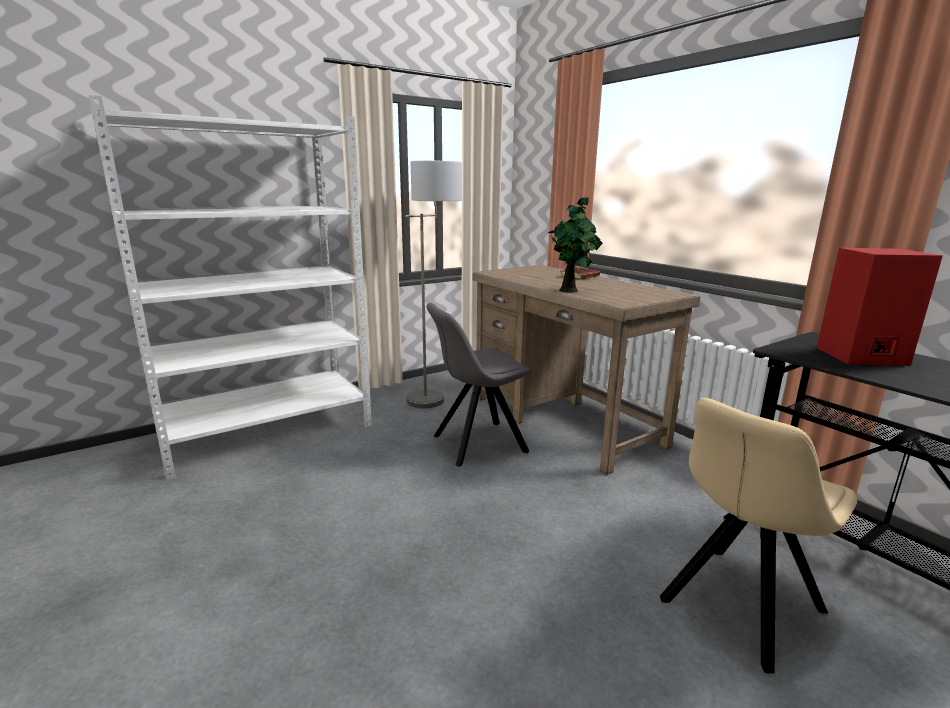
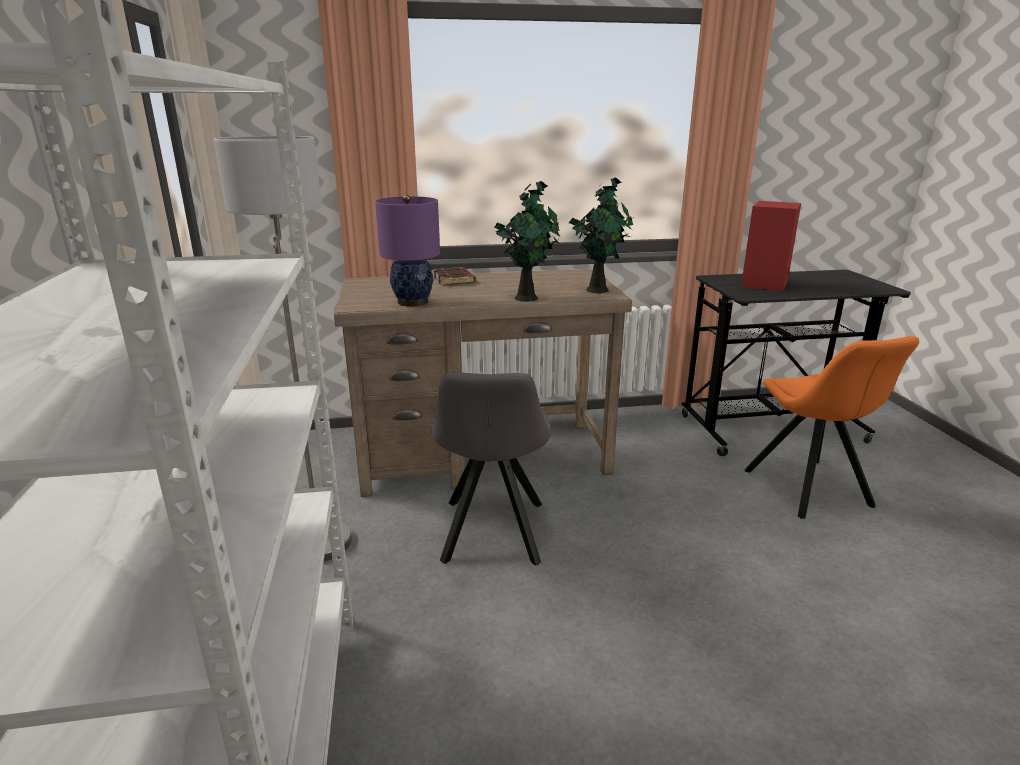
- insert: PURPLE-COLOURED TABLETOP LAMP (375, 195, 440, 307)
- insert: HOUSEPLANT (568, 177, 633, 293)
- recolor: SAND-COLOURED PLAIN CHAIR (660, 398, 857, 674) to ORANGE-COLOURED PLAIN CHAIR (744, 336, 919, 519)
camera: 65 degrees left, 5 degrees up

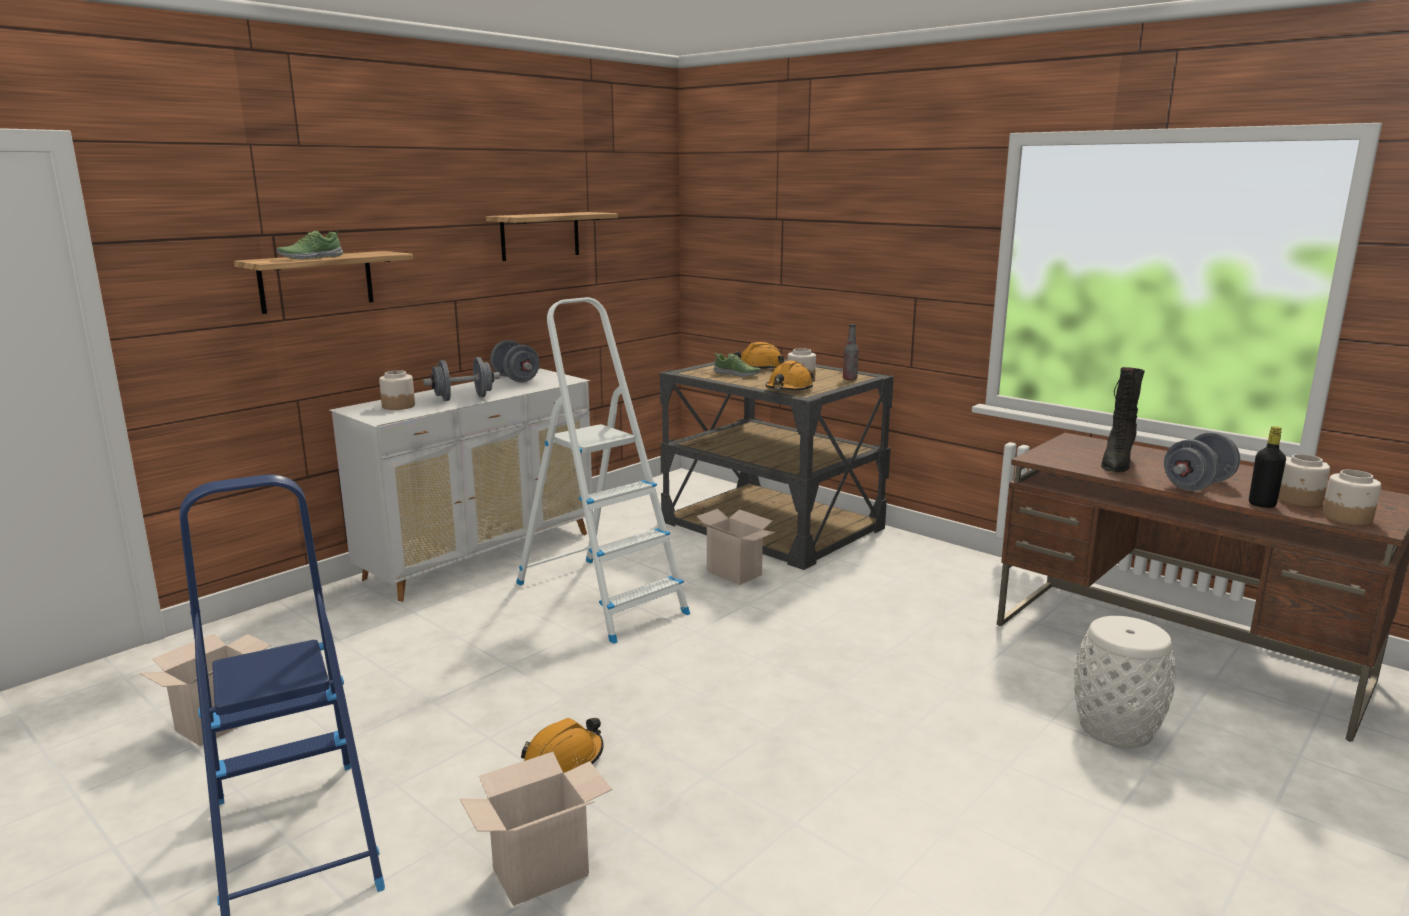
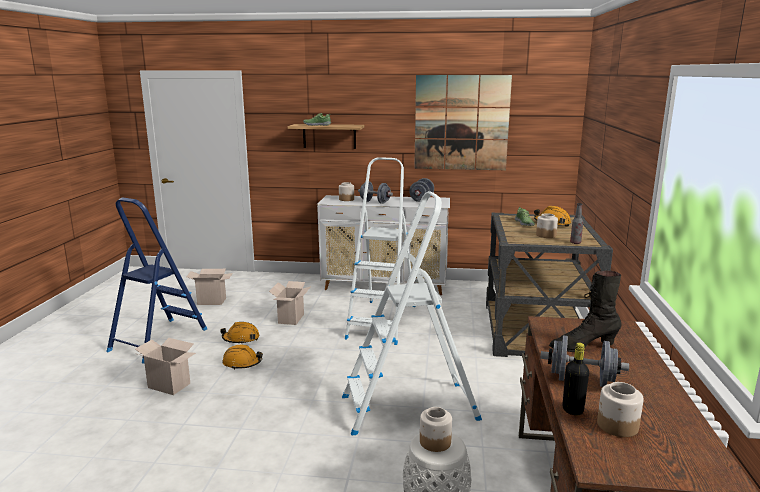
- move: ORANGE-COLOURED HARD HAT (766, 360, 814, 390) to (220, 322, 259, 344)
- move: PACKING BOX (696, 509, 775, 585) to (269, 281, 311, 325)
- insert: WHITE-COLOURED STEPLADDER (342, 191, 482, 435)
- replace: SHELF (486, 212, 618, 261) to WALL ART (414, 75, 512, 170)
- move: STORAGE JAR (1322, 470, 1381, 525) to (420, 407, 452, 452)
camera: 55 degrees right, 0 degrees up

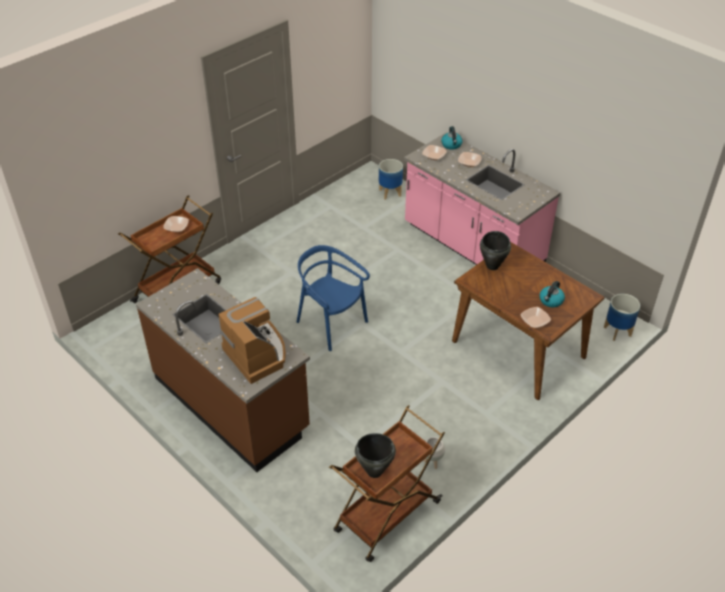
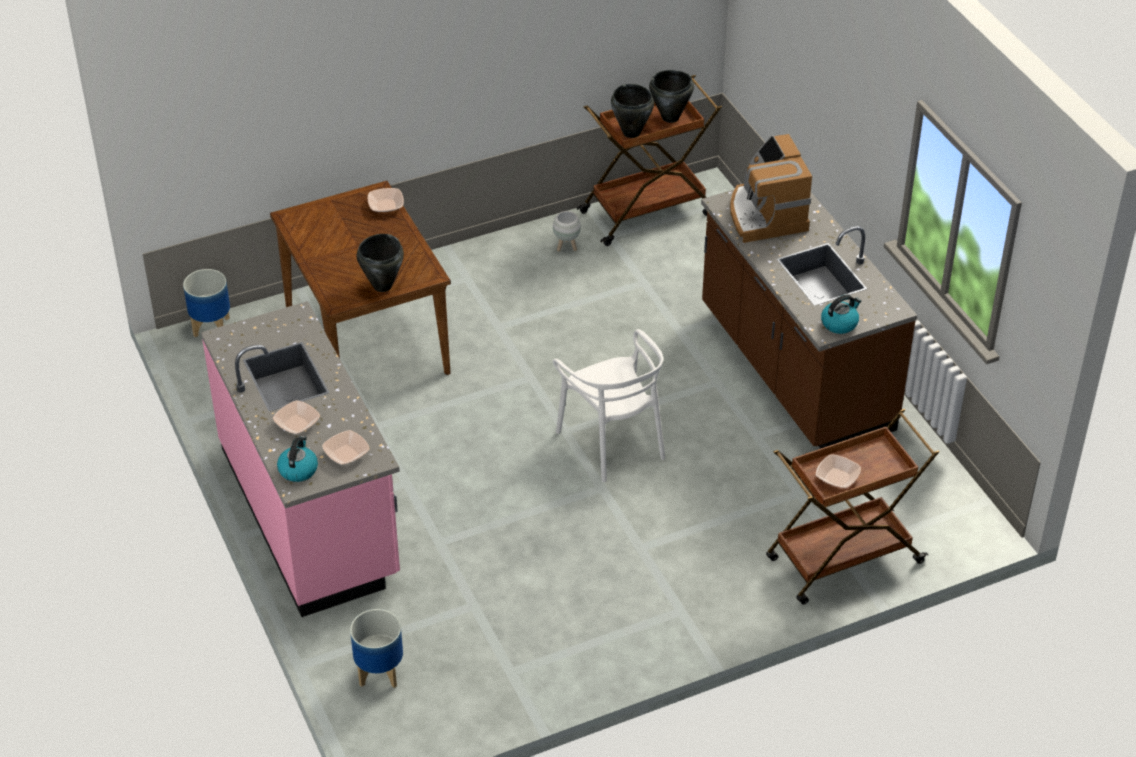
- recolor: BLUISH PLAIN CHAIR (297, 245, 370, 351) to WHITE-COLOURED PLAIN CHAIR (553, 329, 665, 482)
- insert: BLACK-COLOURED STOCKPOT (611, 84, 654, 138)
- move: KETTLE (540, 281, 565, 307) to (821, 295, 861, 334)
camera: 160 degrees left, 0 degrees up

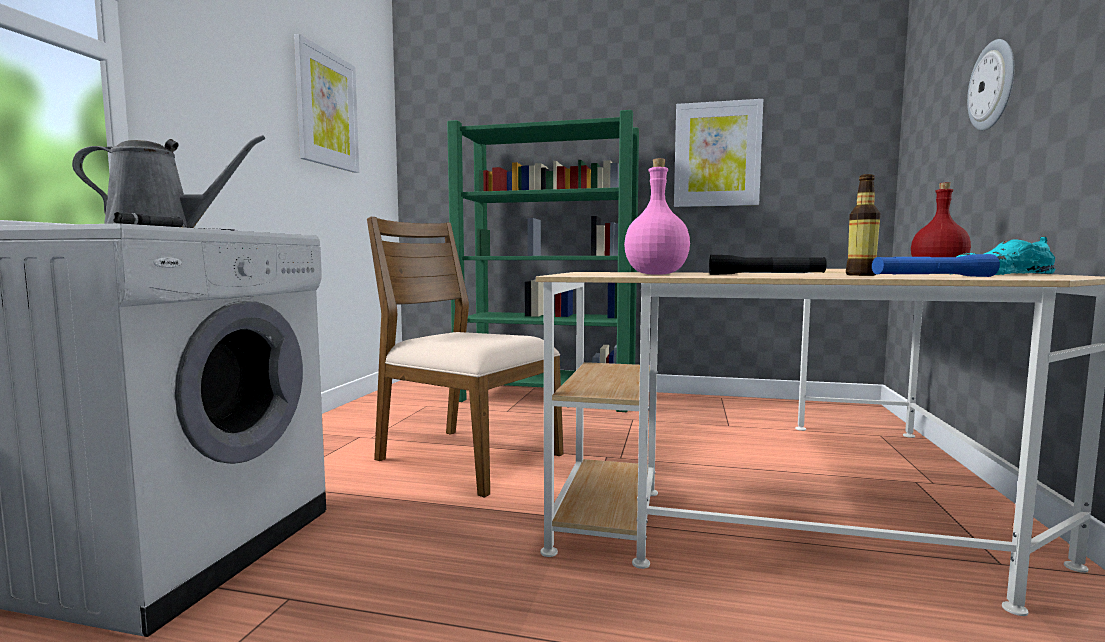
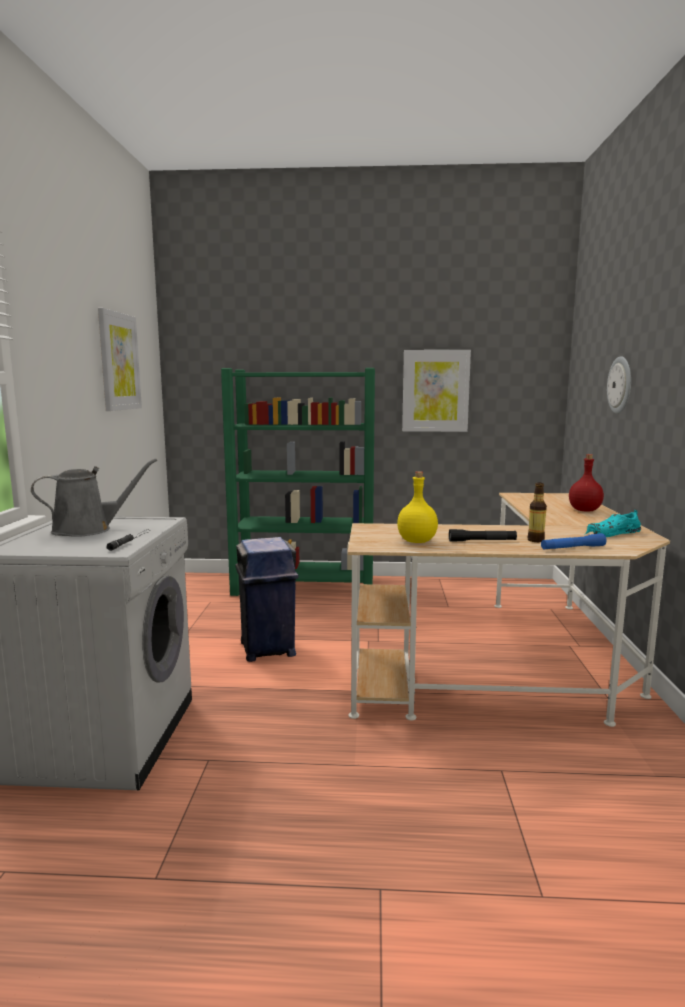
- replace: BROWN PLAIN CHAIR (367, 217, 564, 498) to BLUISH RUBBISH BIN (235, 537, 298, 662)
- recolor: PINK BOTTLE (624, 158, 690, 275) to YELLOW-COLOURED BOTTLE (397, 471, 438, 543)
camera: 10 degrees left, 5 degrees up

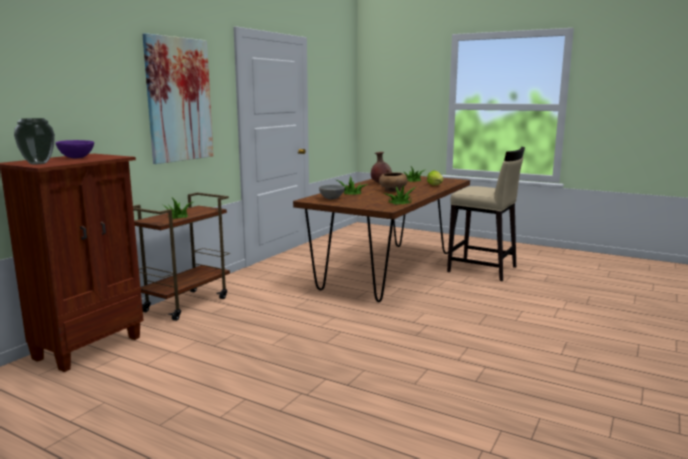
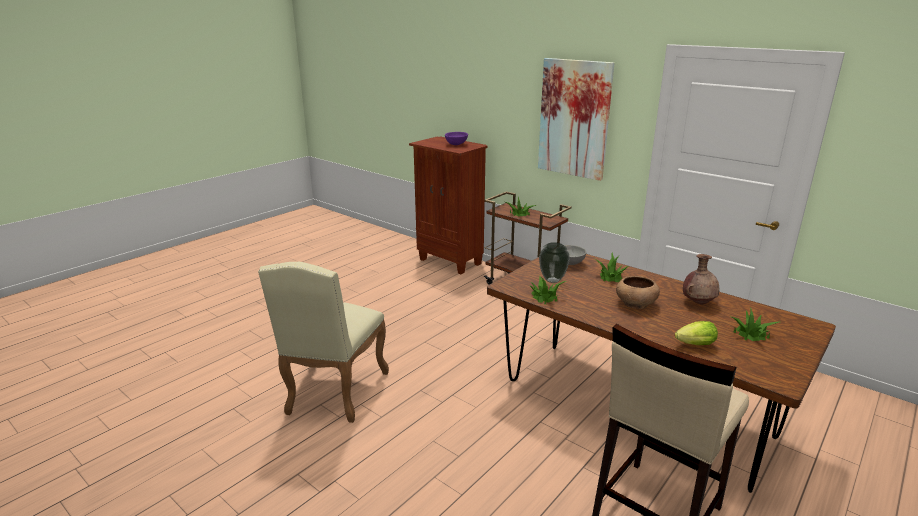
- insert: SAND-COLOURED PLAIN CHAIR (258, 261, 389, 423)
- move: DECORATIVE VASE (14, 118, 55, 164) to (539, 242, 570, 283)
camera: 100 degrees right, 10 degrees up

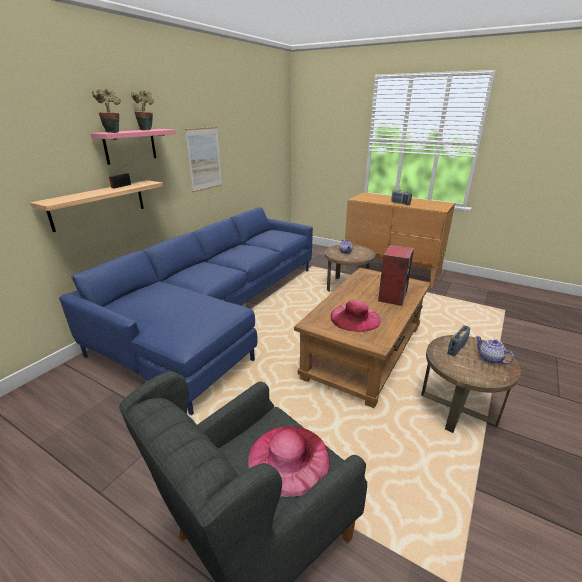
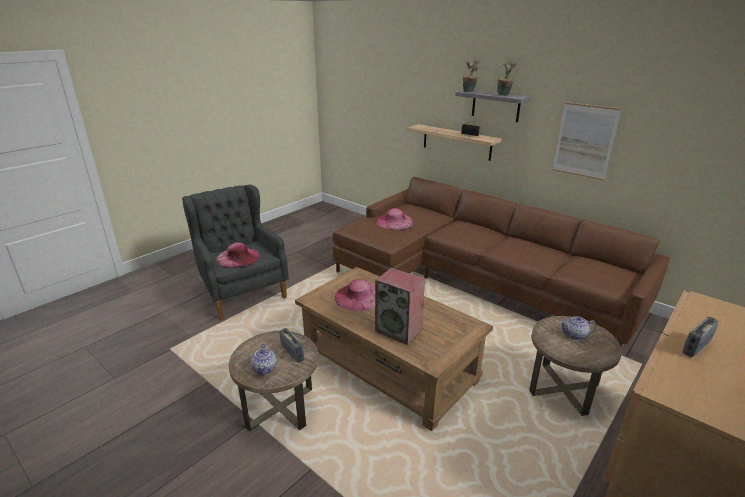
- rotate: TEA POT (476, 336, 514, 364) = (251, 343, 277, 376) 105 degrees clockwise
- recolor: BLUISH SOFA (59, 207, 313, 415) to BROWN SOFA (333, 177, 670, 347)
- insert: PINK WEARABLE HAT (376, 208, 414, 230)
- recolor: PINK SHELF (90, 129, 176, 165) to GREYISH SHELF (455, 90, 531, 122)
camera: 100 degrees right, 0 degrees up

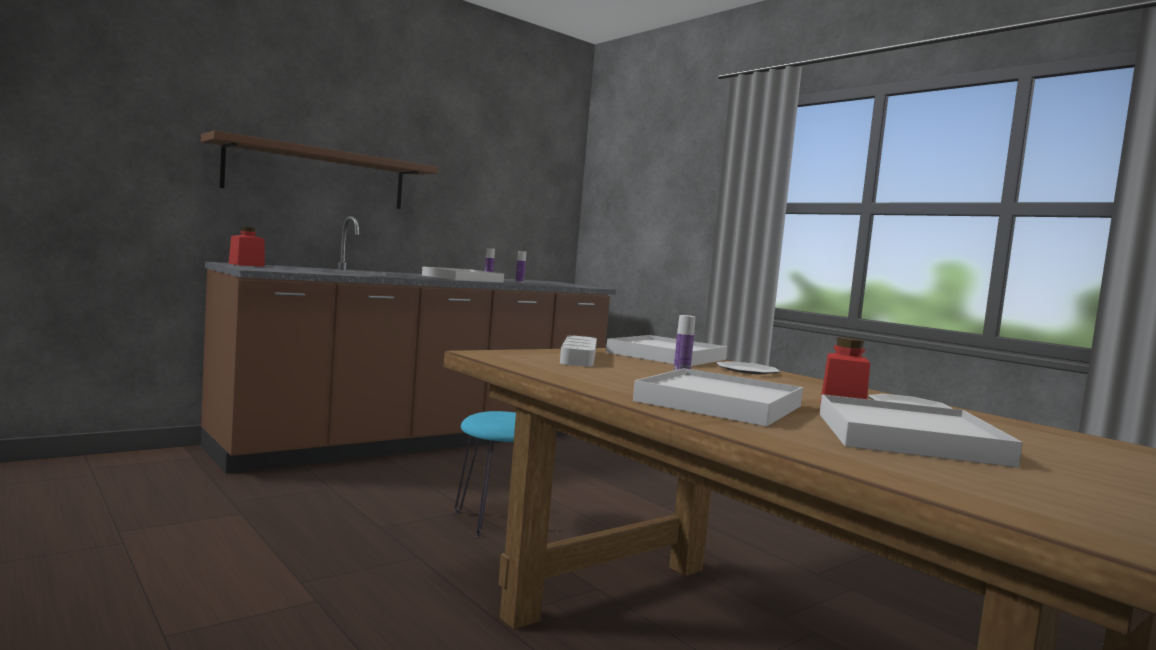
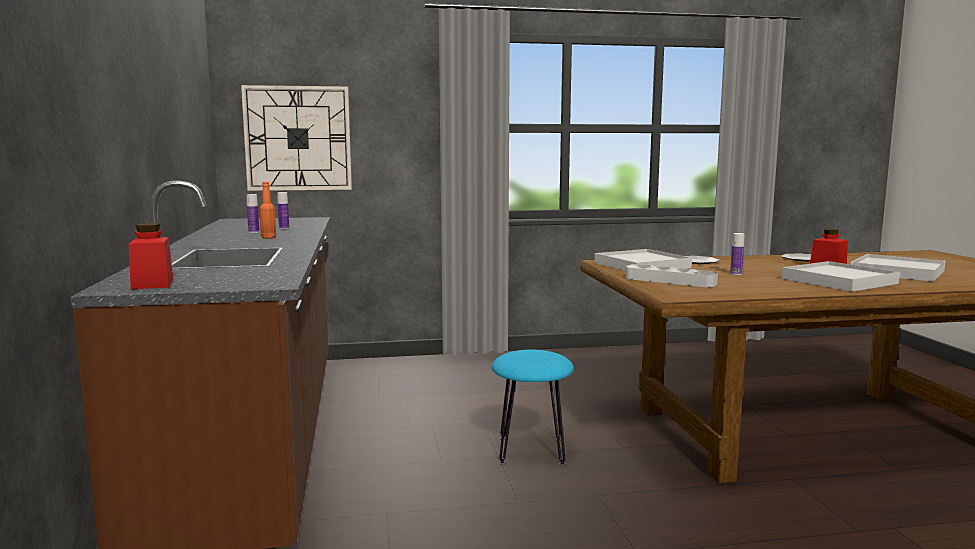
- insert: WALL CLOCK (241, 85, 352, 191)
- replace: WHITE-COLOURED SERVING TRAY (422, 266, 504, 283) to ORANGE-COLOURED BOTTLE (260, 182, 276, 239)
- delete: BROWN SHELF (201, 130, 438, 209)
camera: 60 degrees left, 5 degrees up

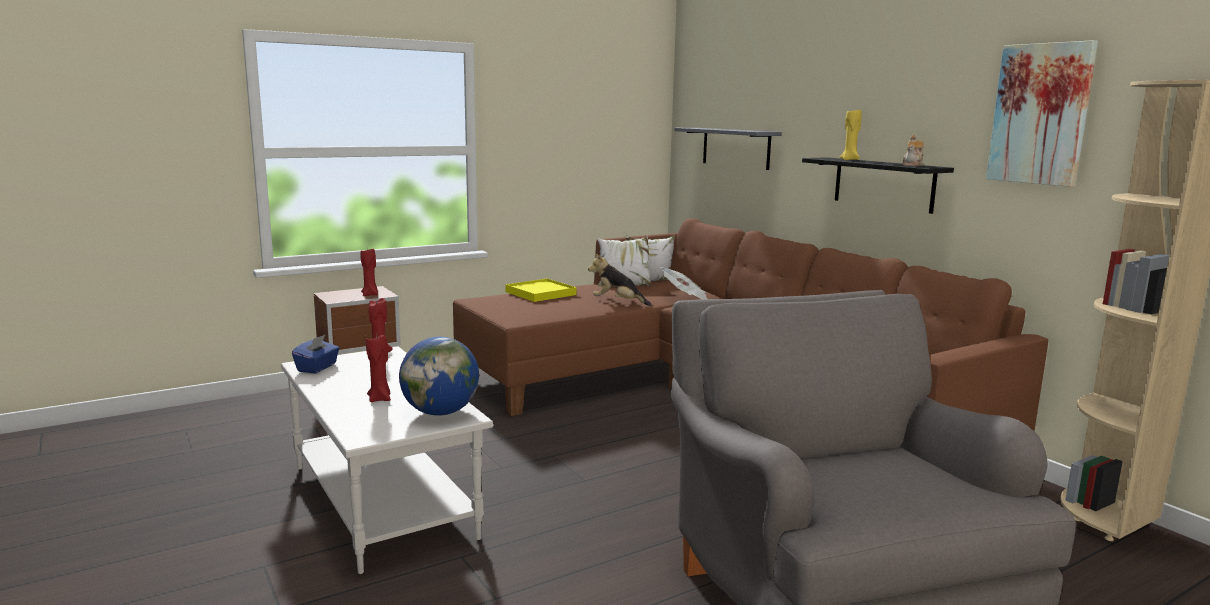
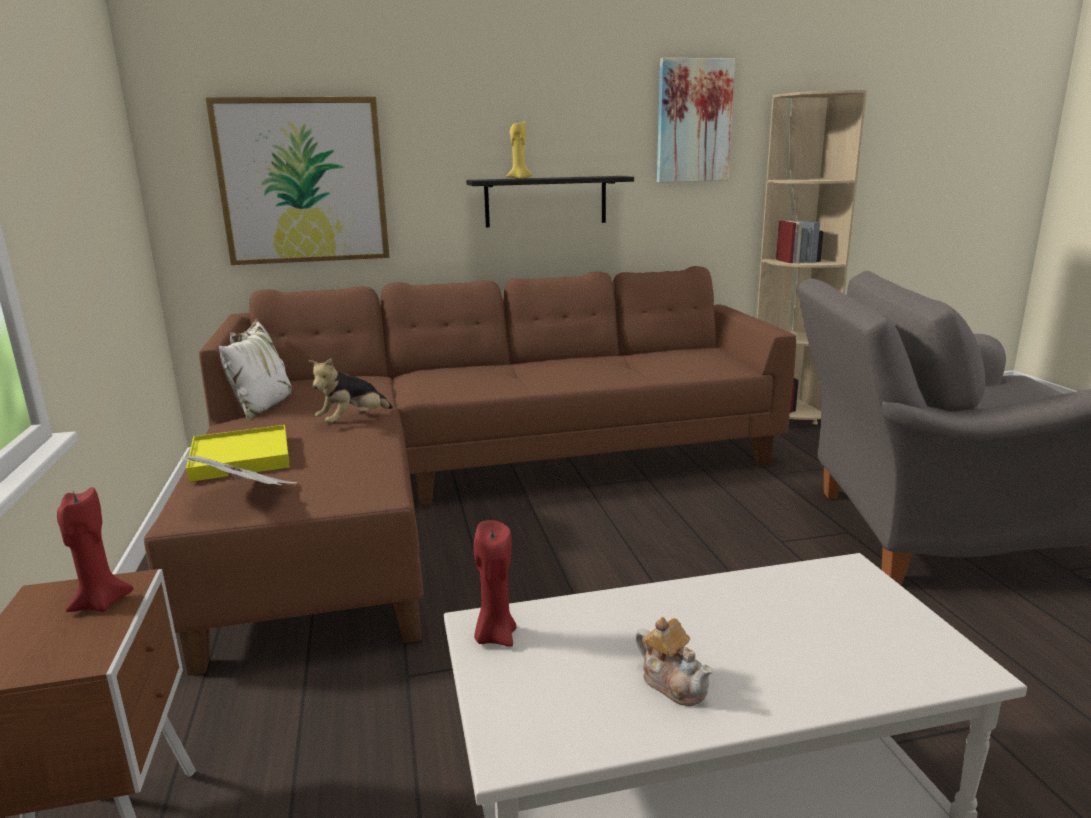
- move: DAILY PAPER (660, 267, 707, 299) to (180, 456, 297, 485)
- replace: GREYISH SHELF (674, 128, 782, 170) to WALL ART (206, 97, 390, 265)
- move: TEA POT (902, 135, 924, 166) to (635, 617, 713, 706)
- delete: BLUISH TISSUE BOX (292, 335, 340, 374)
- delete: RED-COLOURED WAX CANDLE (366, 335, 391, 402)
- delete: DESK GLOBE (399, 337, 479, 416)
camera: 70 degrees left, 5 degrees up

